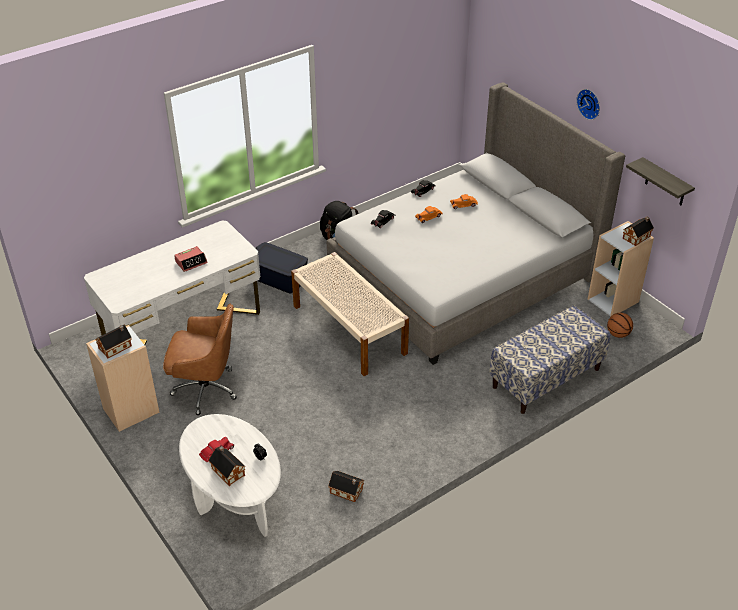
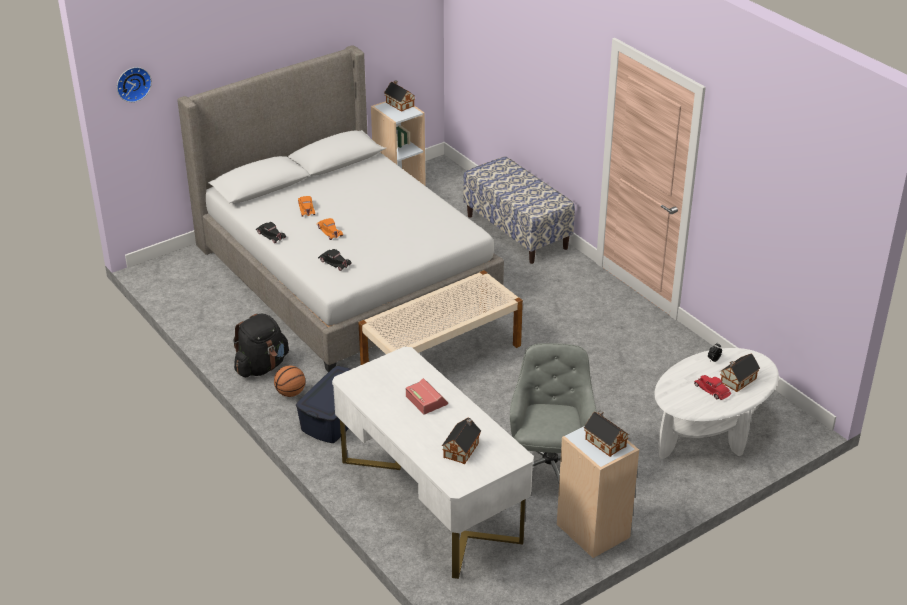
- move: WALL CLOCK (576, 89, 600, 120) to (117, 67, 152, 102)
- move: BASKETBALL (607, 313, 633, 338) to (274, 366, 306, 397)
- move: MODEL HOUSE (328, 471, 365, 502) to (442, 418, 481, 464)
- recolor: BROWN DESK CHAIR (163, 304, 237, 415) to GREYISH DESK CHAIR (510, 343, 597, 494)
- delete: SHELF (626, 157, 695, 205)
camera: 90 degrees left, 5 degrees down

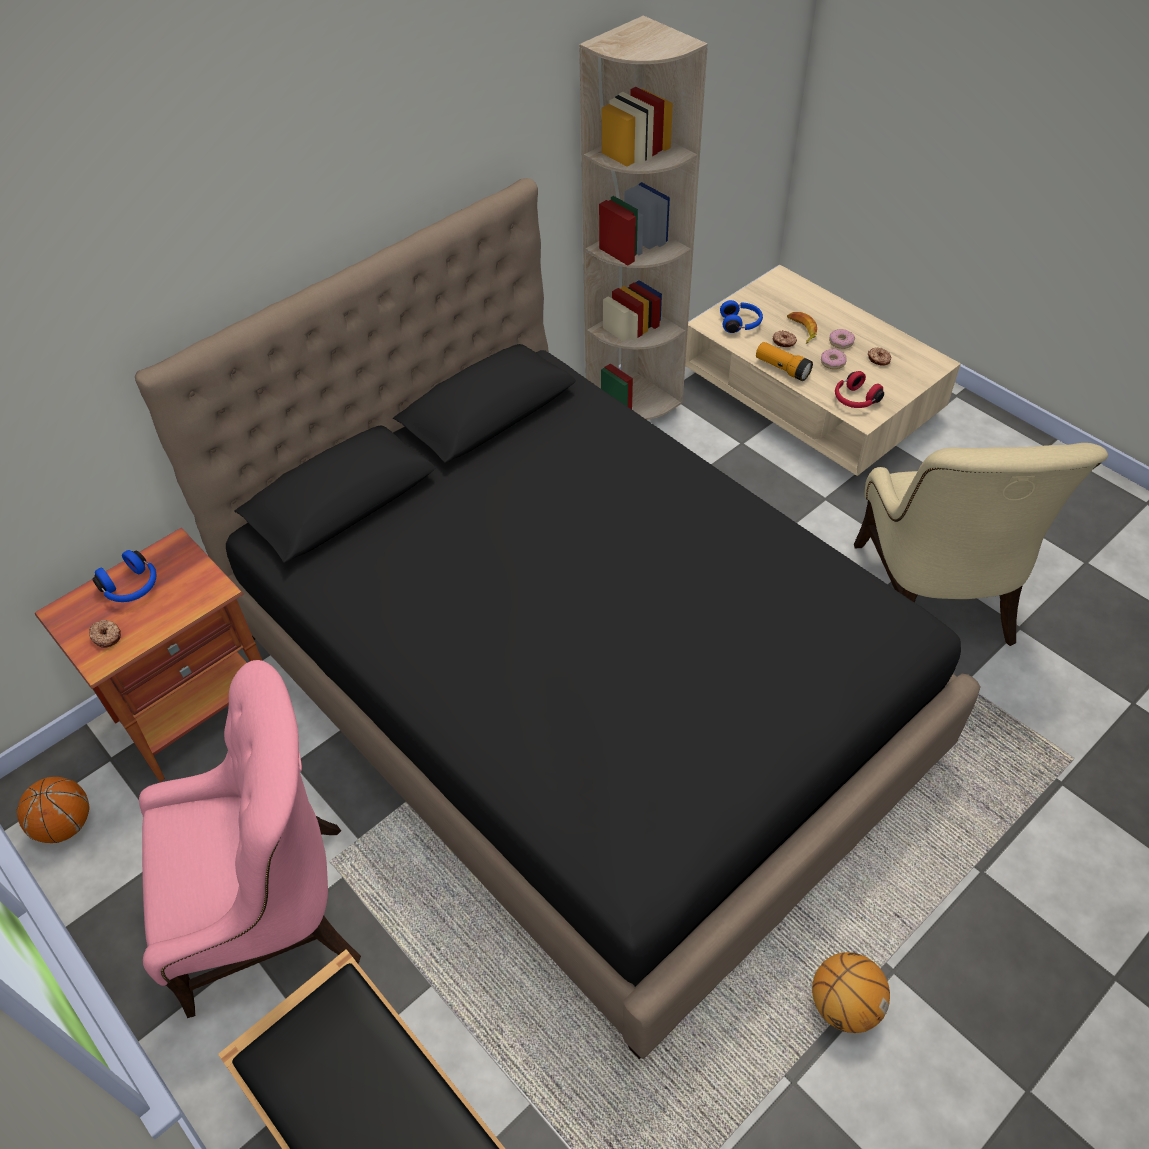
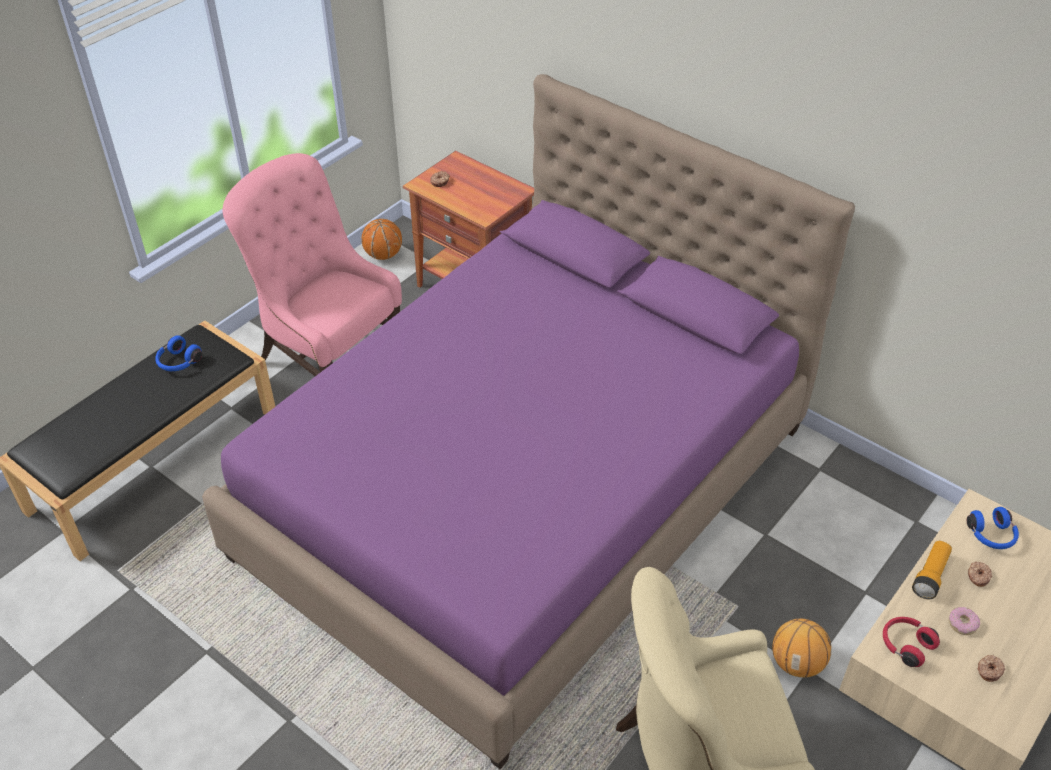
- move: BLUISH HEADSET (92, 550, 156, 602) to (155, 335, 202, 371)
- recolor: BLACK-COLOURED SLEEPING BED (135, 178, 980, 1059) to PURPLE-COLOURED SLEEPING BED (202, 74, 855, 769)
- rotate: PINK PLAIN CHAIR (139, 660, 361, 1018) = (223, 153, 402, 376) 150 degrees clockwise
- move: BASKETBALL (812, 952, 890, 1033) to (772, 618, 832, 678)
- delete: SAND-COLOURED BOOKCASE (579, 15, 708, 420)
- delete: WHOLE BANANA (787, 312, 817, 344)
- delete: DONUT (829, 329, 855, 349)
camera: 80 degrees right, 5 degrees down

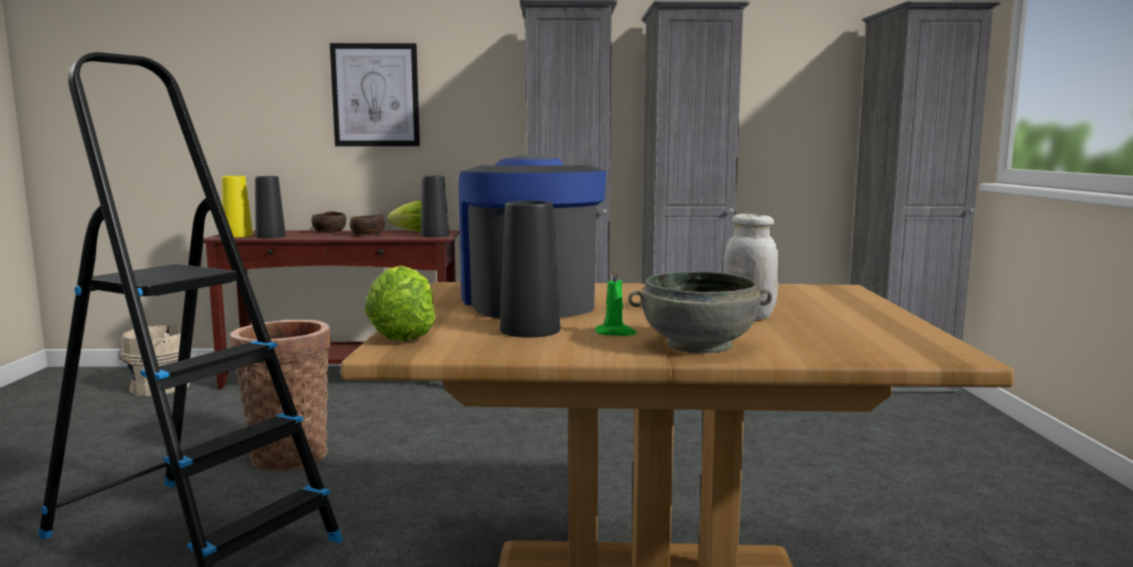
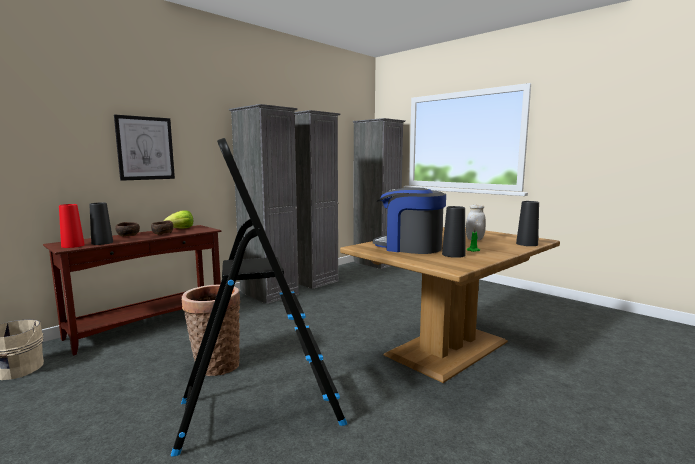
- recolor: YELLOW-COLOURED DECORATIVE VASE (222, 176, 253, 237) to RED-COLOURED DECORATIVE VASE (59, 204, 85, 248)
- move: BLACK-COLOURED DECORATIVE VASE (421, 176, 449, 237) to (516, 201, 539, 246)
- delete: LETTUCE HEAD (365, 265, 436, 341)
- delete: GREYISH BOWL (628, 272, 772, 353)
camera: 45 degrees left, 0 degrees up

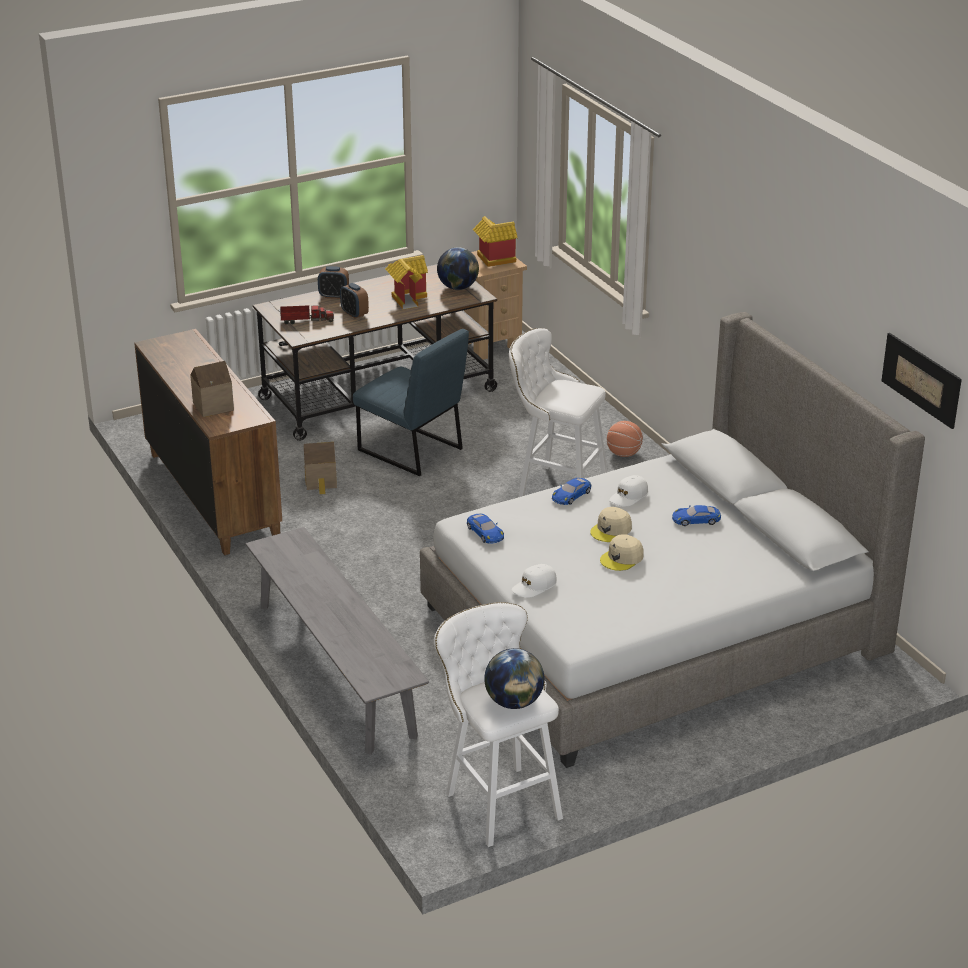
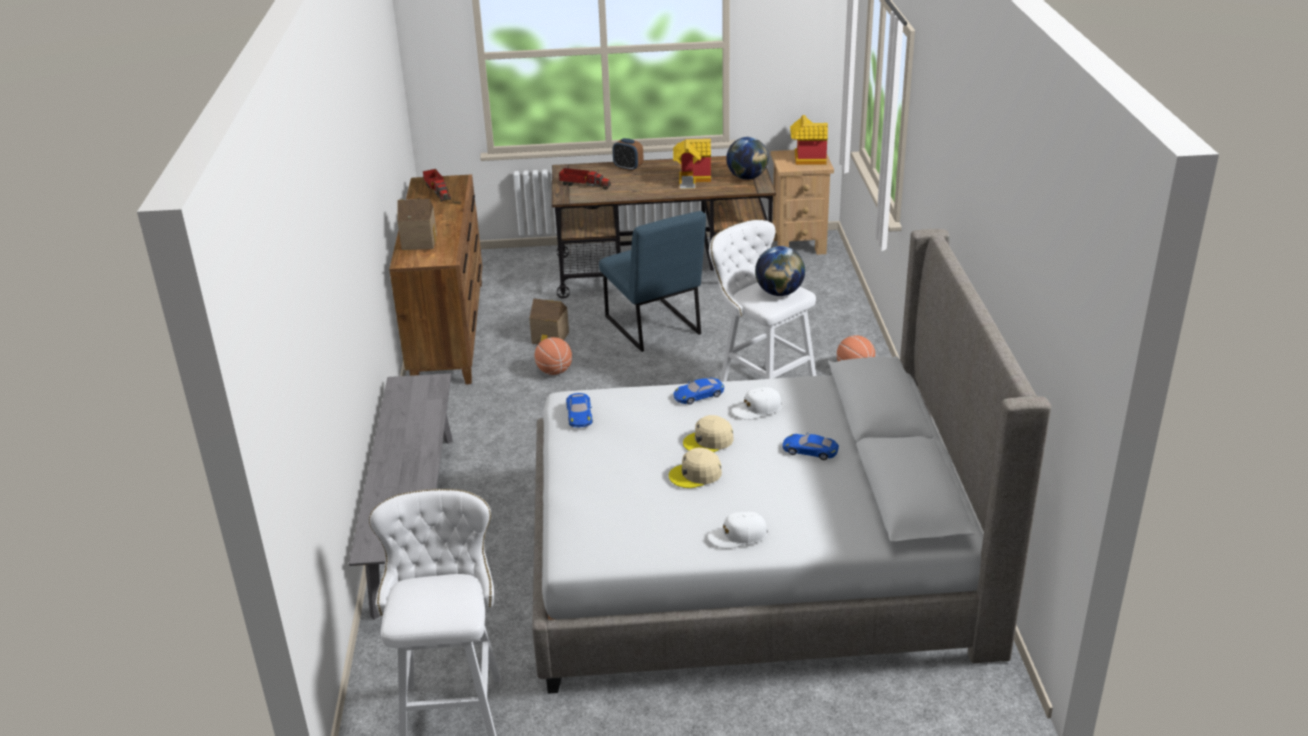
- insert: TOY TRUCK (423, 169, 451, 202)
- insert: BASKETBALL (535, 337, 572, 375)
- move: WHITE-COLOURED BASEBALL CAP (511, 564, 557, 598) to (707, 512, 768, 549)
- move: DESK GLOBE (484, 648, 545, 709) to (755, 246, 805, 296)
- delete: ALARM CLOCK (340, 283, 369, 319)
- delete: WALL ART (881, 333, 962, 429)
camera: 25 degrees right, 0 degrees up

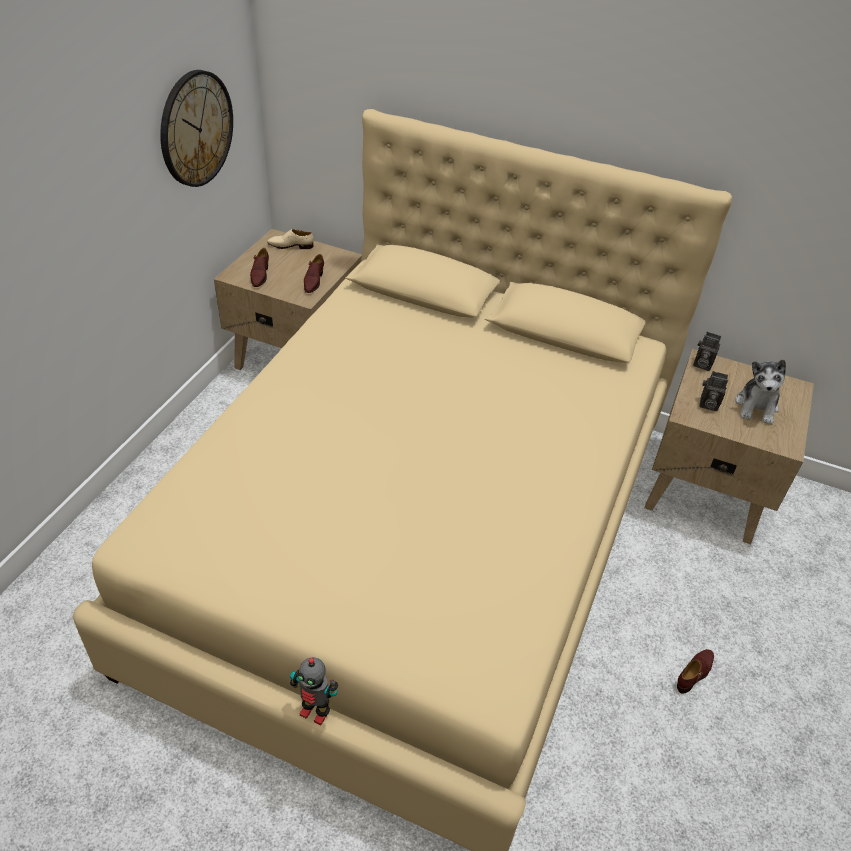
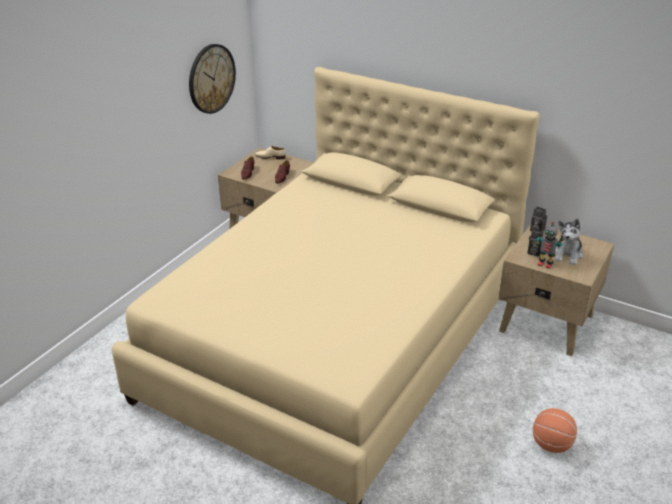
- insert: BASKETBALL (533, 408, 577, 453)
- move: TOY ROBOT (290, 657, 338, 725) to (536, 222, 564, 269)
- delete: BROWN SHOE (677, 649, 714, 694)
camera: 10 degrees right, 10 degrees down

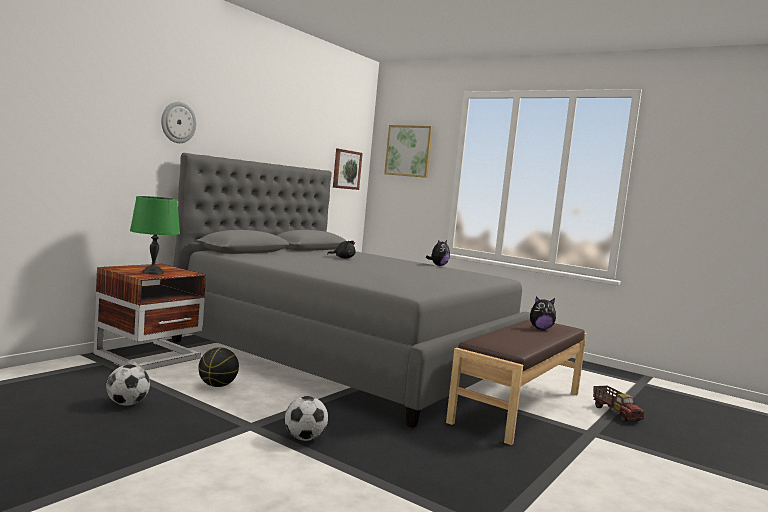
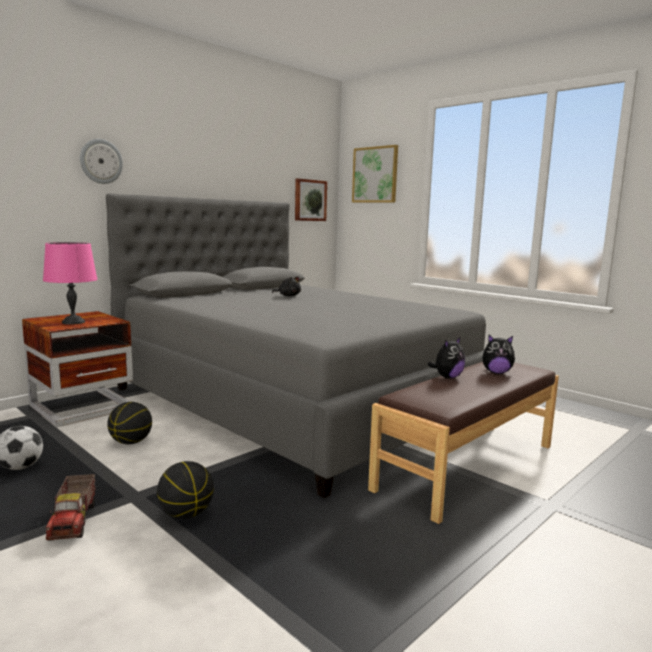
- recolor: GREENISH TABLETOP LAMP (130, 196, 180, 274) to PINK TABLETOP LAMP (43, 242, 97, 325)
- move: TOY TRUCK (593, 386, 644, 422) to (46, 474, 95, 541)
- replace: FOOTBALL BALL (285, 396, 328, 441) to BASKETBALL (157, 461, 214, 519)
- move: CUDDLY TOY (426, 240, 450, 266) to (427, 337, 465, 379)
camera: 10 degrees right, 5 degrees up

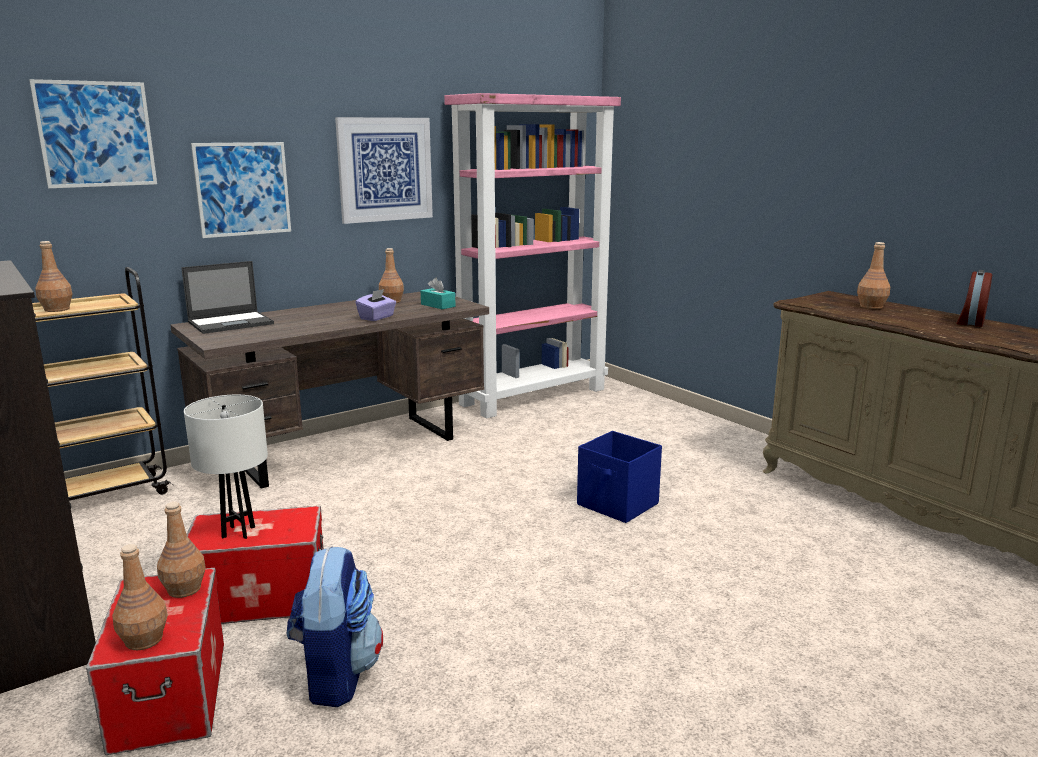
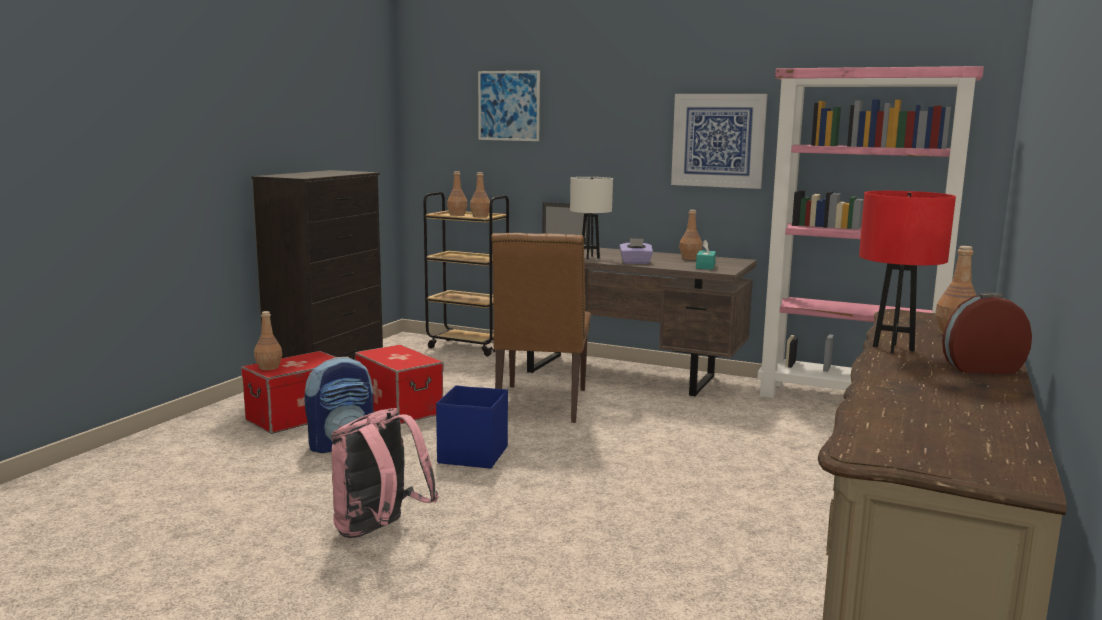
- insert: PINK BACKPACK (331, 408, 439, 538)
- move: BLUISH STORAGE CONTAINER (577, 431, 662, 523) to (436, 385, 508, 469)
- move: BROWN BOTTLE (157, 502, 206, 598) to (470, 172, 490, 218)
- insert: BROWN PLAIN CHAIR (492, 233, 591, 423)
- move: WHITE-COLOURED TABLETOP LAMP (184, 395, 268, 539) to (570, 177, 613, 259)
- insert: RED-COLOURED TABLETOP LAMP (859, 191, 956, 354)
- delete: WALL ART (191, 142, 291, 238)
camera: 60 degrees right, 5 degrees down

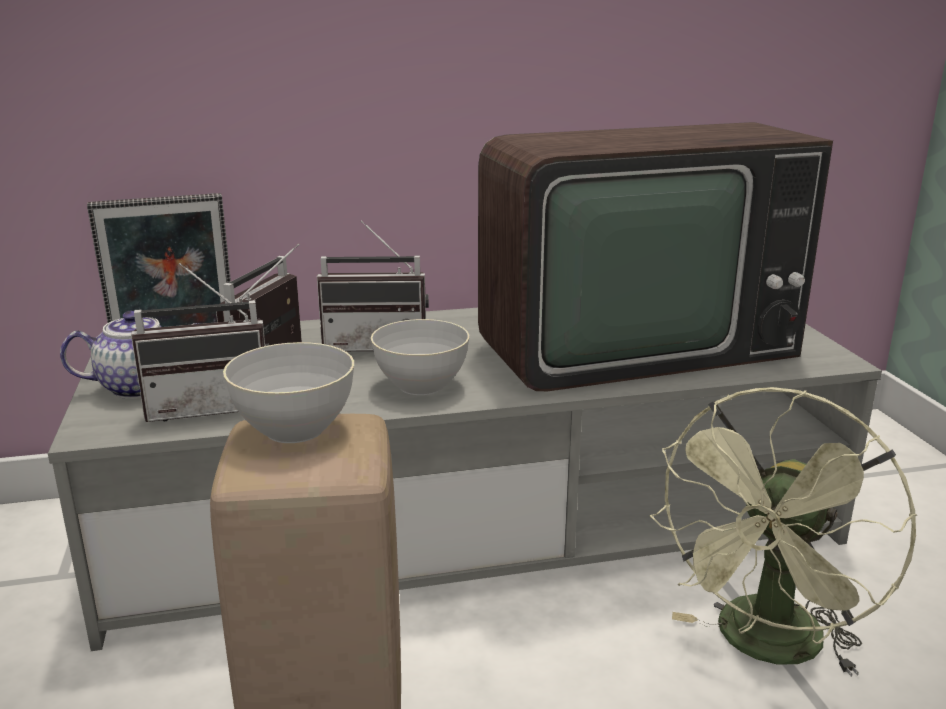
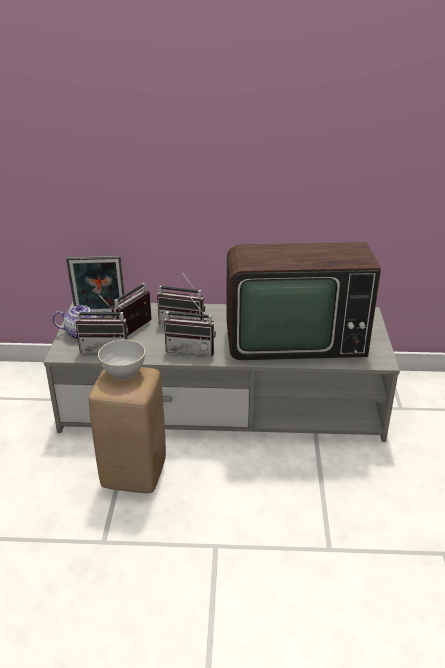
- replace: GREYISH BOWL (371, 319, 469, 395) to RADIO (164, 293, 216, 356)
- delete: GREENISH FAN (649, 387, 917, 677)
camera: 15 degrees right, 10 degrees up

